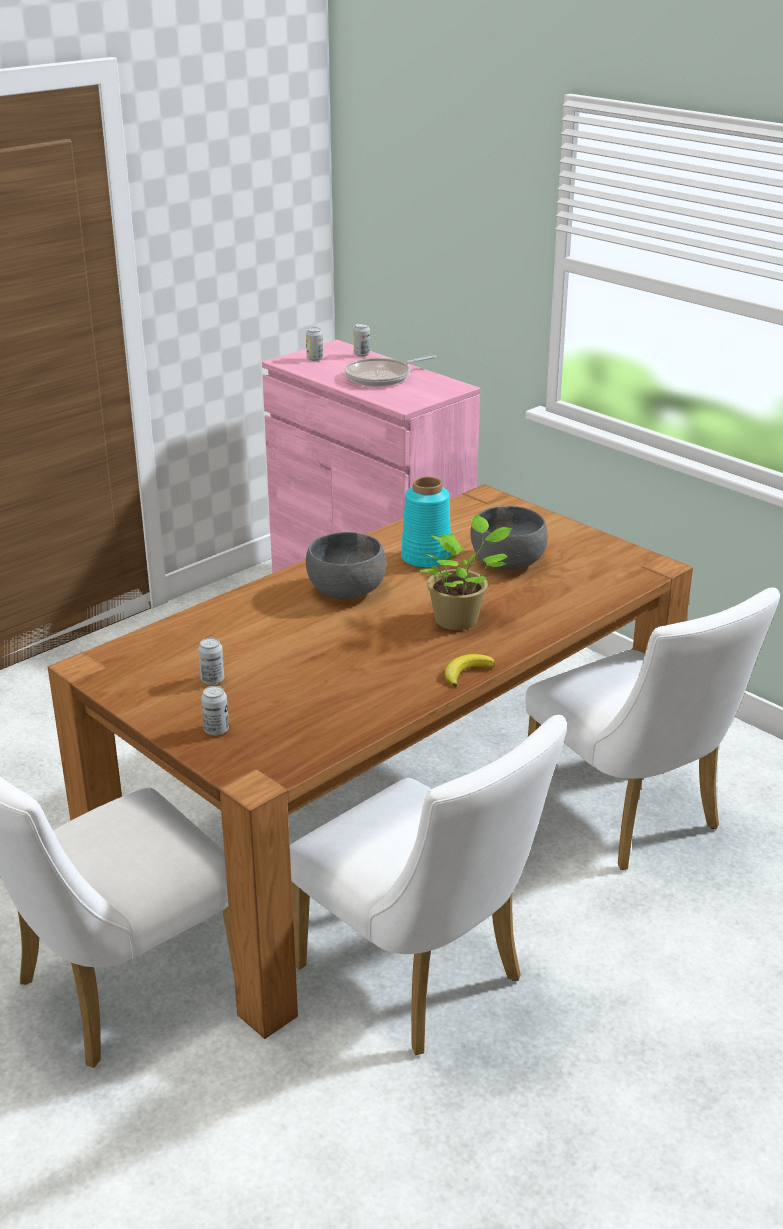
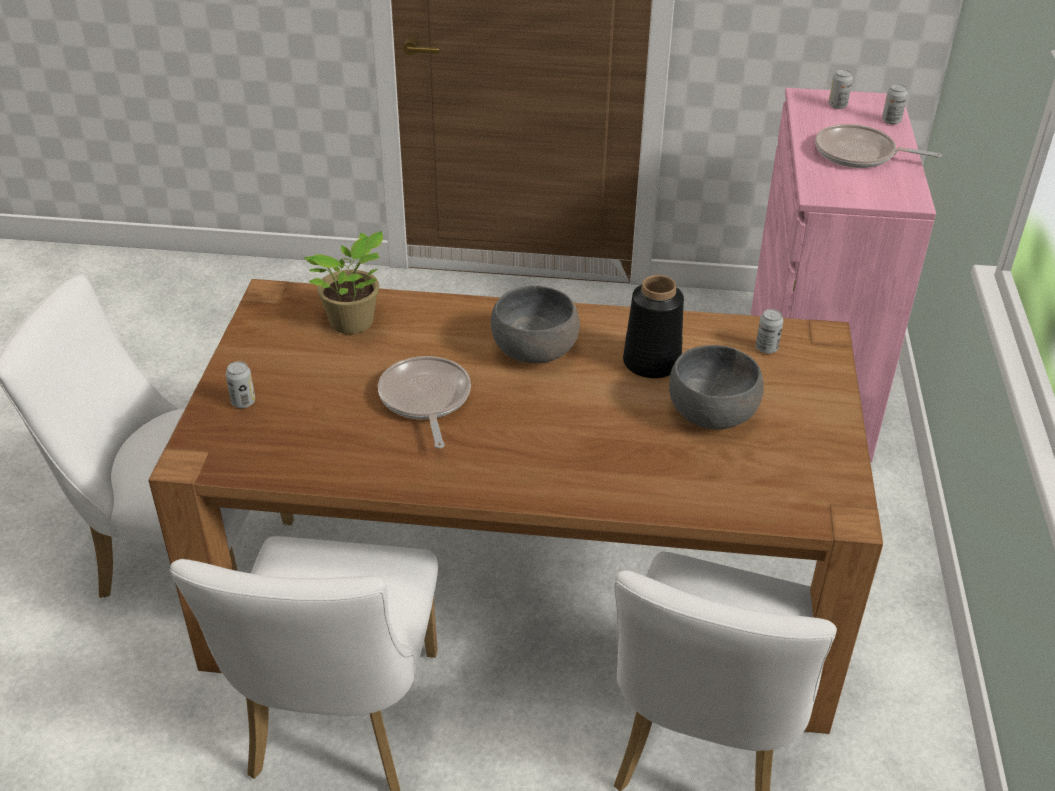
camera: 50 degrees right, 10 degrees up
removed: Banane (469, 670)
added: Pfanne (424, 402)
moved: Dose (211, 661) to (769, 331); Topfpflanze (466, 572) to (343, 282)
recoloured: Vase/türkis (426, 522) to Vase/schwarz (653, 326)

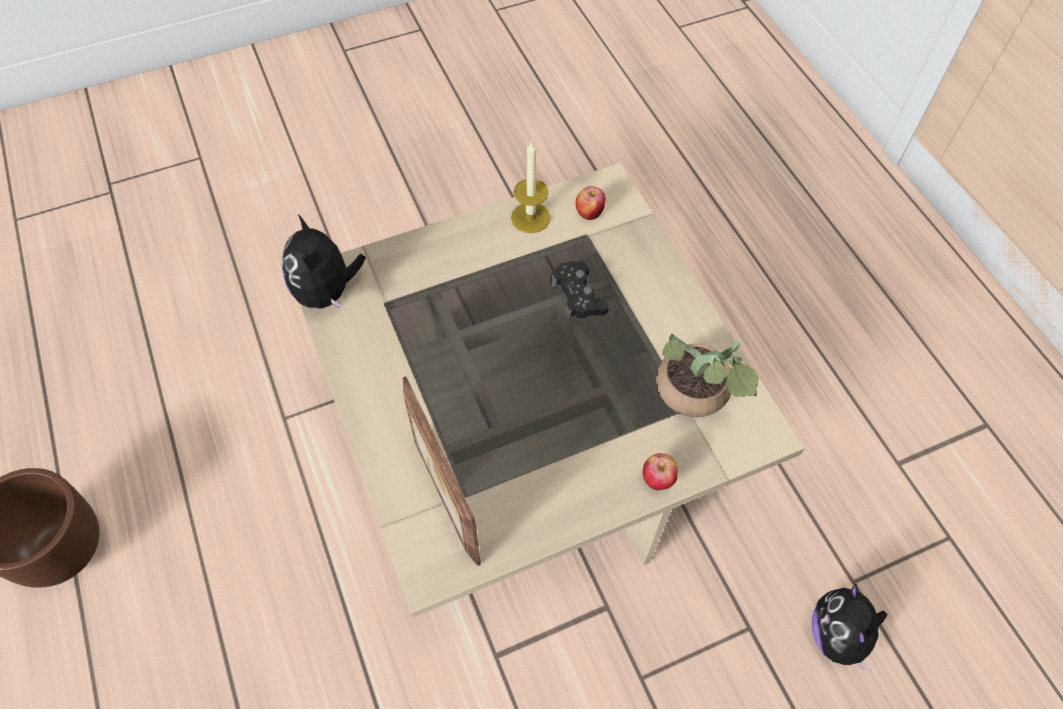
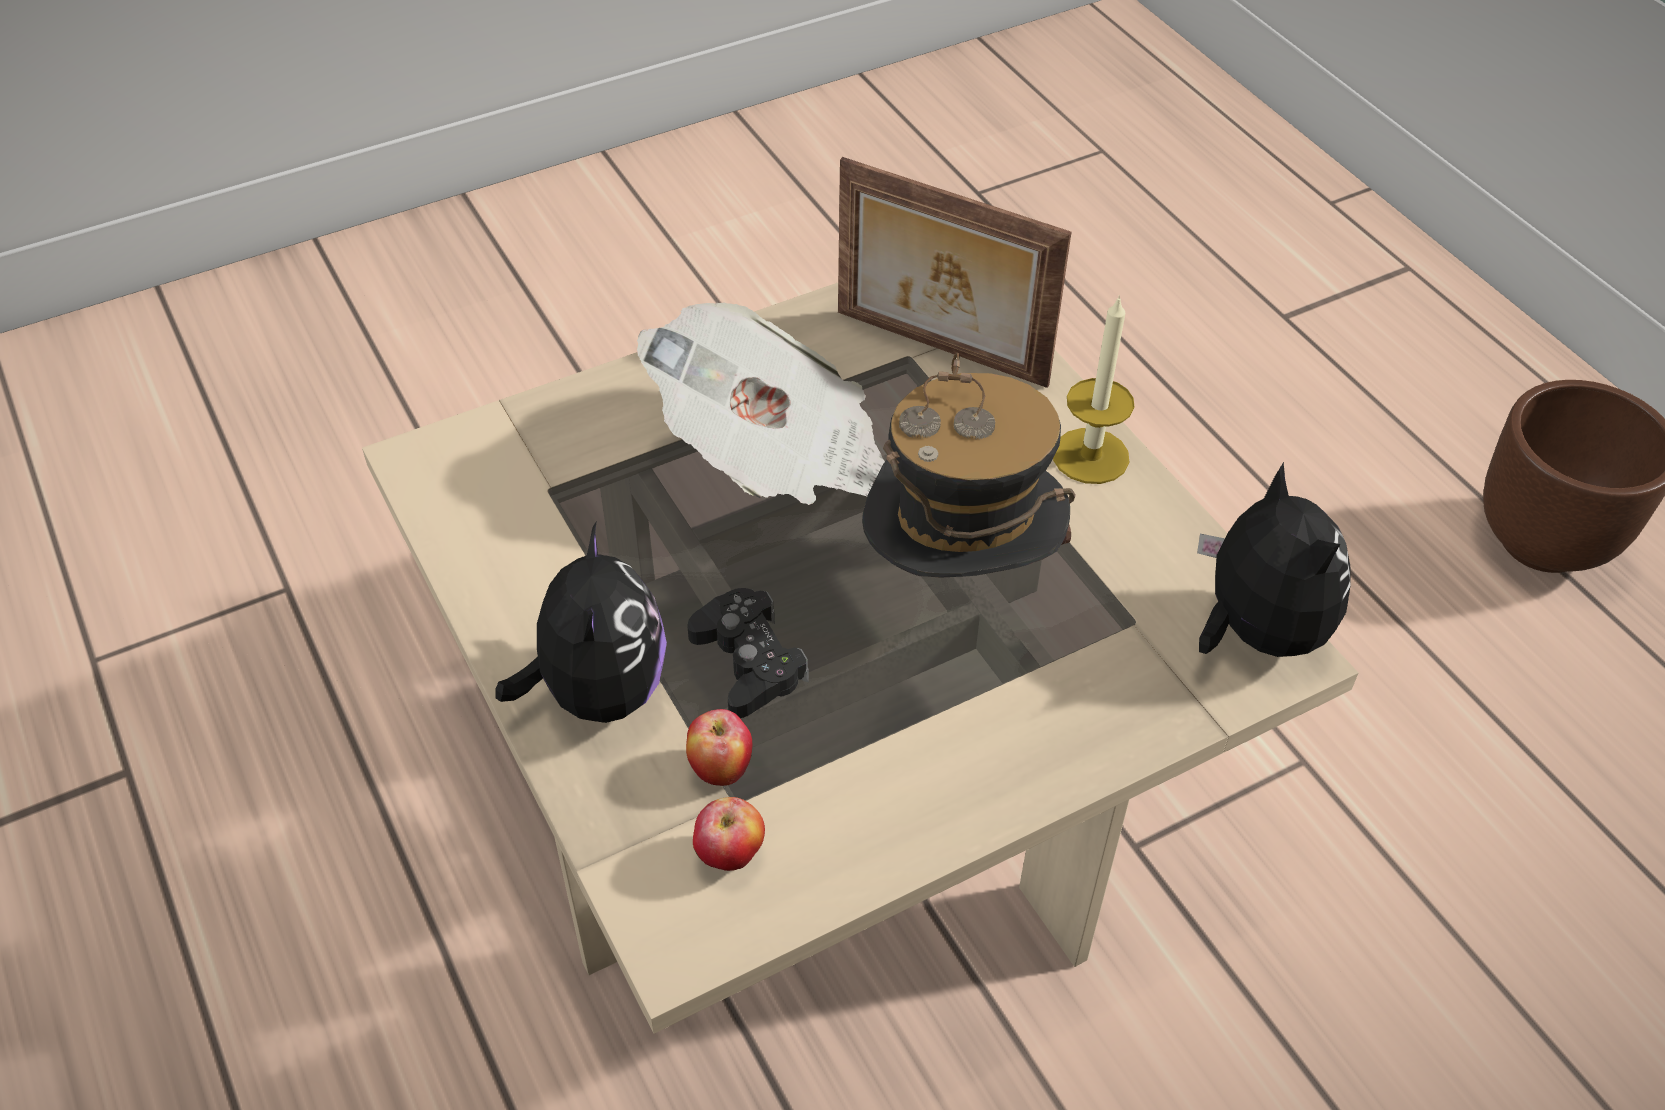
camera: 175 degrees right, 10 degrees down
removed: Topfpflanze (707, 375)
added: Zeitung (761, 403); Hut (969, 465)
moved: Kerze (530, 187) to (1093, 389); Apfel (660, 472) to (719, 747); Plüschtier (850, 628) to (581, 622)
turned: Bilderrahmen (442, 471) = (954, 272) 150 degrees clockwise

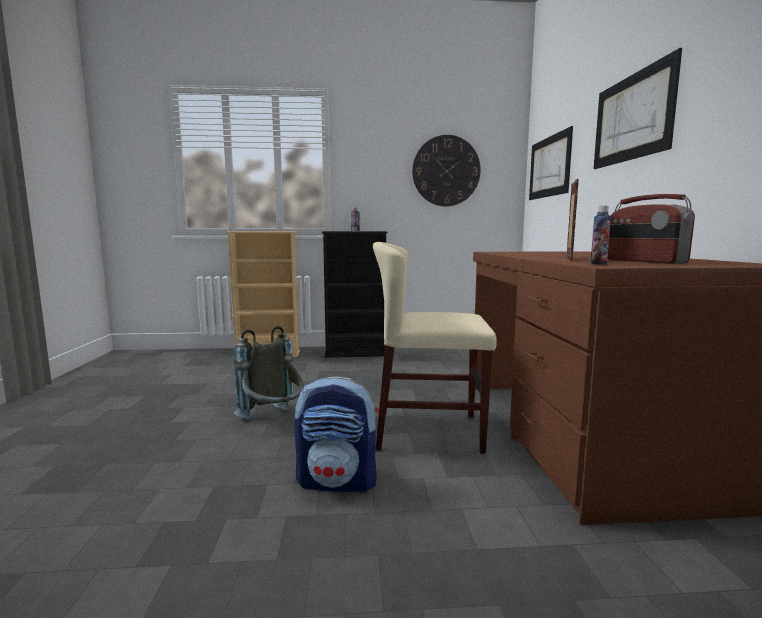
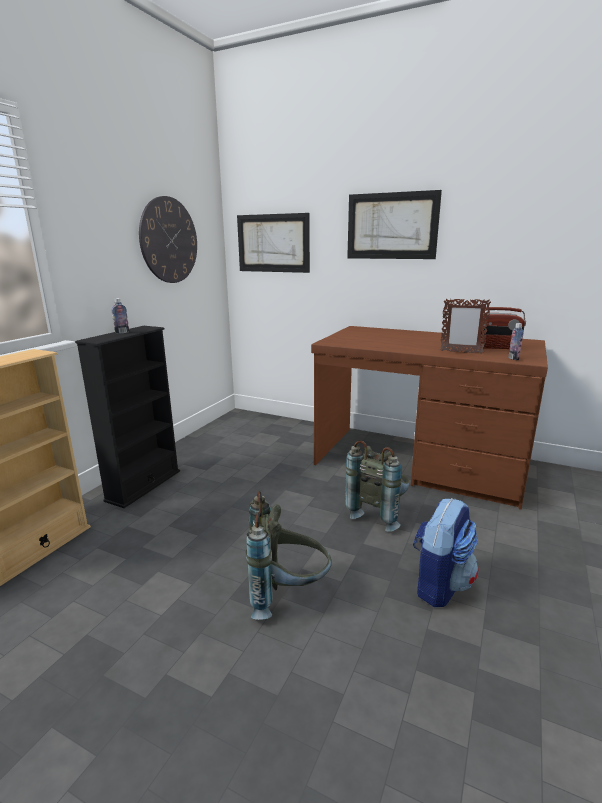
camera: 60 degrees left, 10 degrees up
replaced: Stuhl/beige (435, 348) to Rucksack/grau (377, 486)
turned: Bilderrahmen (572, 219) = (465, 326) 150 degrees clockwise

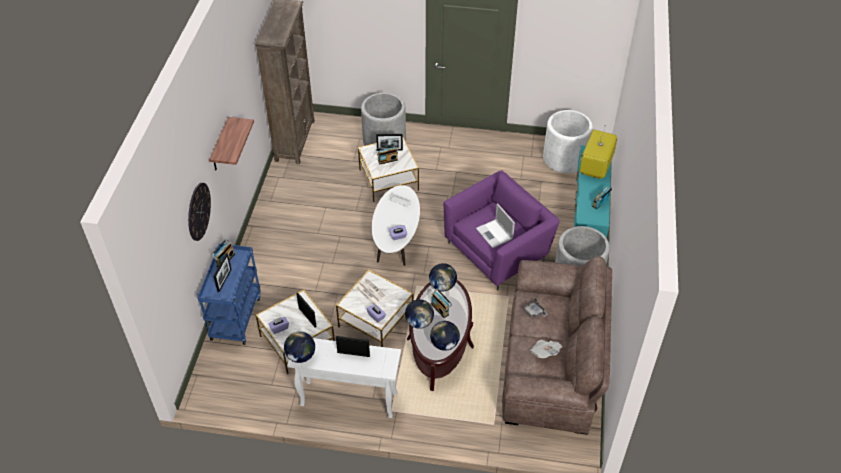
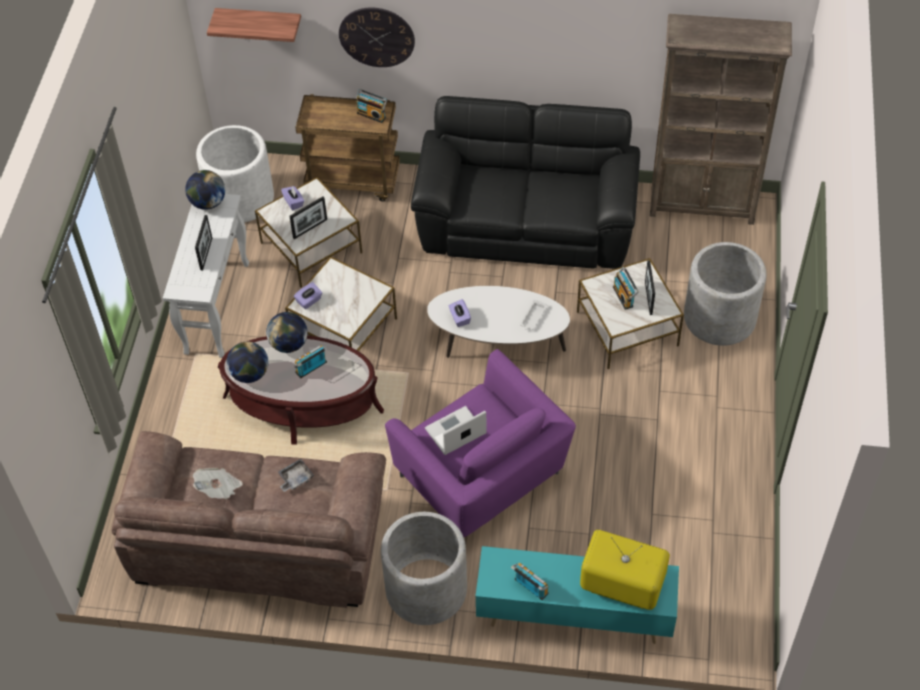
camera: 90 degrees right, 5 degrees up
removed: Bilderrahmen (222, 272); Zeitung (371, 292); Globus (443, 277)
added: Sofa/schwarz (525, 182)
moved: Wandregal (231, 143) to (254, 25); Pflanzkübel/weiß (568, 141) to (235, 173)
recoloured: Rollwagen/blau (229, 294) to Rollwagen/braun (347, 148)

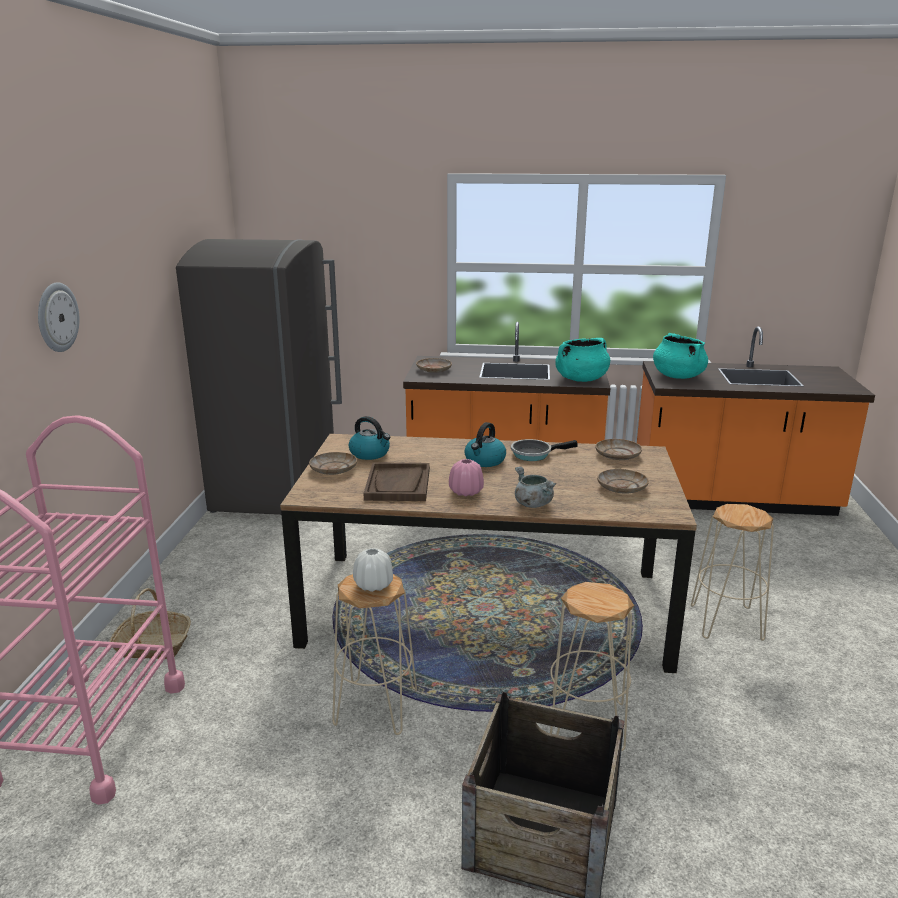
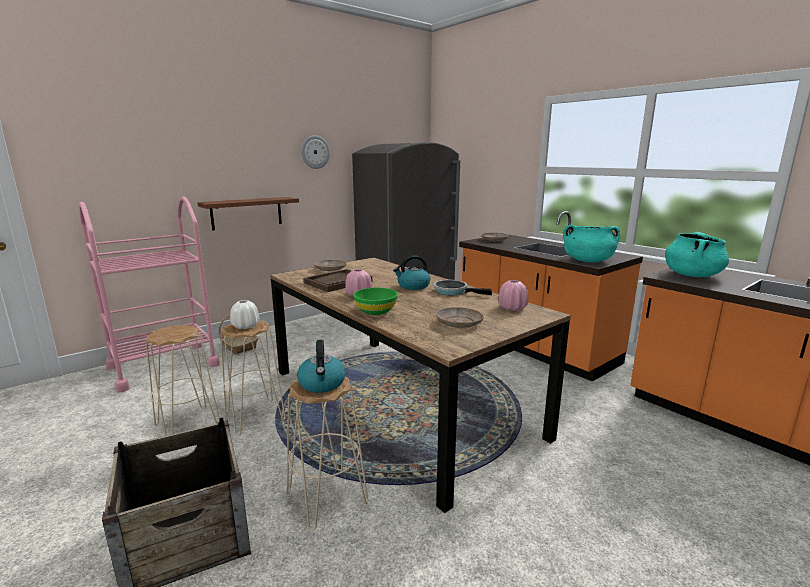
camera: 45 degrees right, 5 degrees down
added: Wandregal/braun (248, 214)
moved: Wanduhr (59, 317) to (315, 152); Wasserkessel (369, 438) to (321, 366); Hocker/beige (732, 572) to (183, 380)
replaced: Kochtopf/grau (535, 487) to Schüssel/grün (375, 301); Teller/beige (618, 449) to Vase/rosa (513, 295)

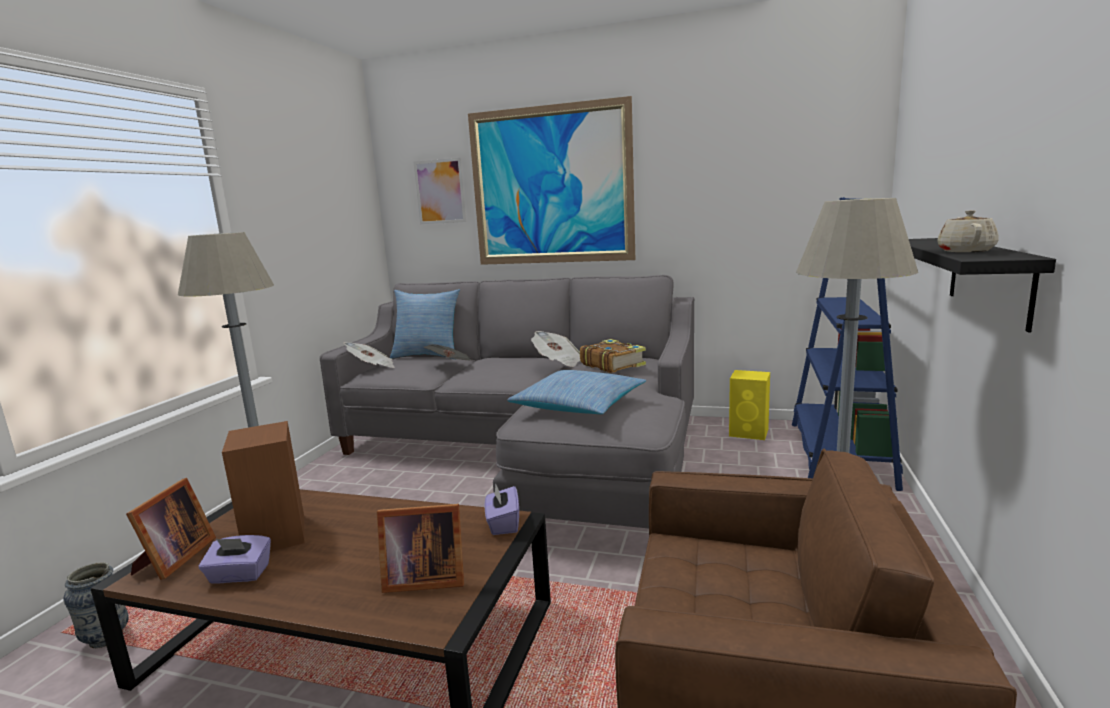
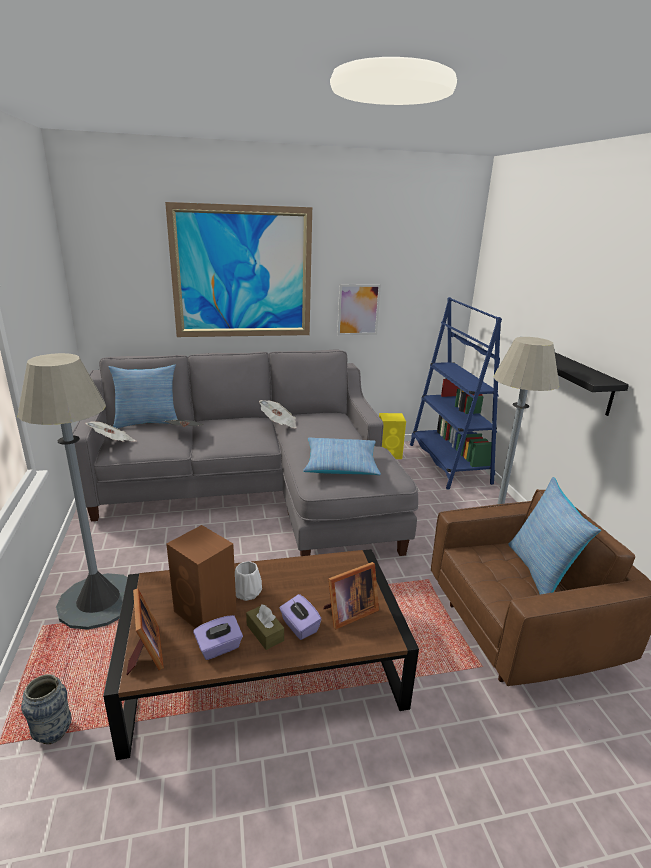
camera: 30 degrees left, 10 degrees up
removed: Buch (613, 356); Teekanne/beige (968, 231)
added: Vase/weiß (248, 581); Taschentuchbox/braun (265, 627); Kissen (554, 535)
moved: Bild (440, 191) to (359, 309); Taschentuchbox/lila (502, 509) to (300, 617)

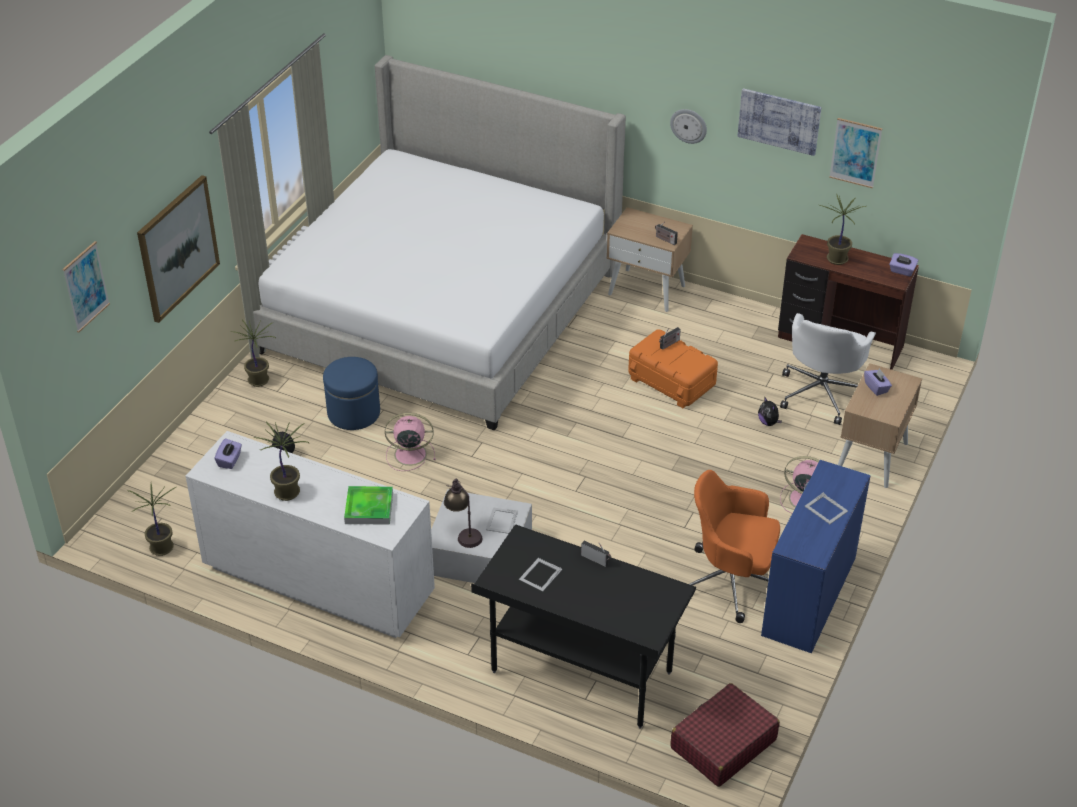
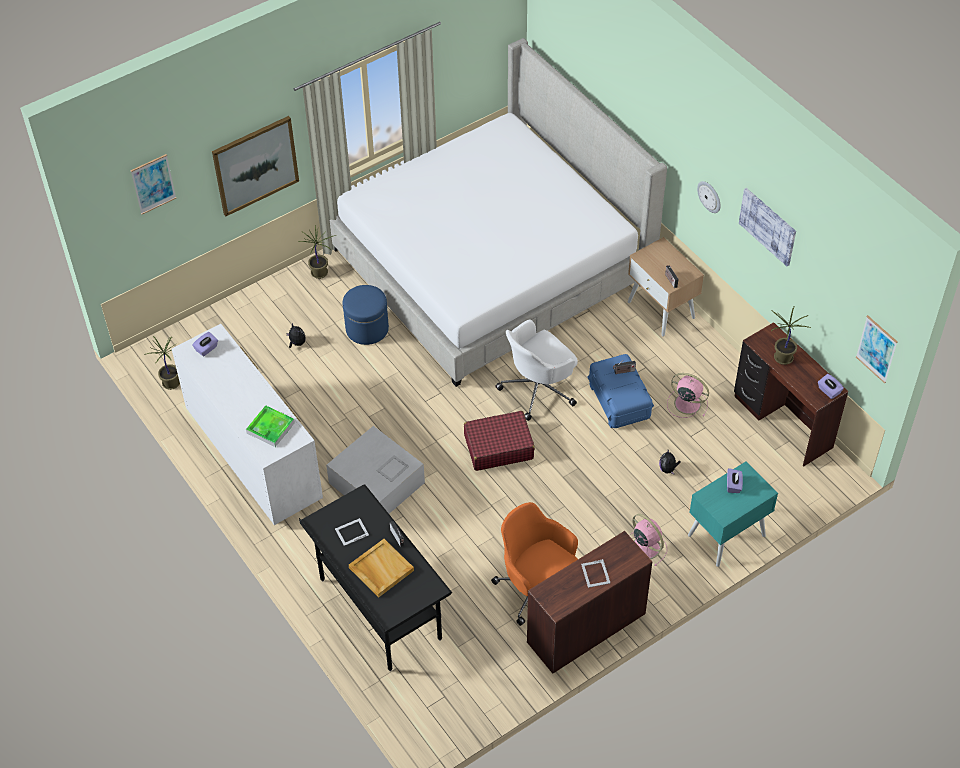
camera: 30 degrees right, 10 degrees up
removed: Topfpflanze (281, 461); Tischlampe (463, 513)
added: Tablett/beige (381, 568)
moved: Ventilator/rosa (410, 442) to (688, 395); Koffer/rot (725, 735) to (499, 441); Bürostuhl/weiß (828, 369) to (536, 370); Bild (856, 153) to (877, 349)
recoloured: Aufbewahrungsbox/orange (673, 368) to Aufbewahrungsbox/blau (621, 391); Schreibtisch/blau (816, 556) to Schreibtisch/braun (589, 602); Nachttisch/beige (880, 425) to Nachttisch/türkis (733, 514)

